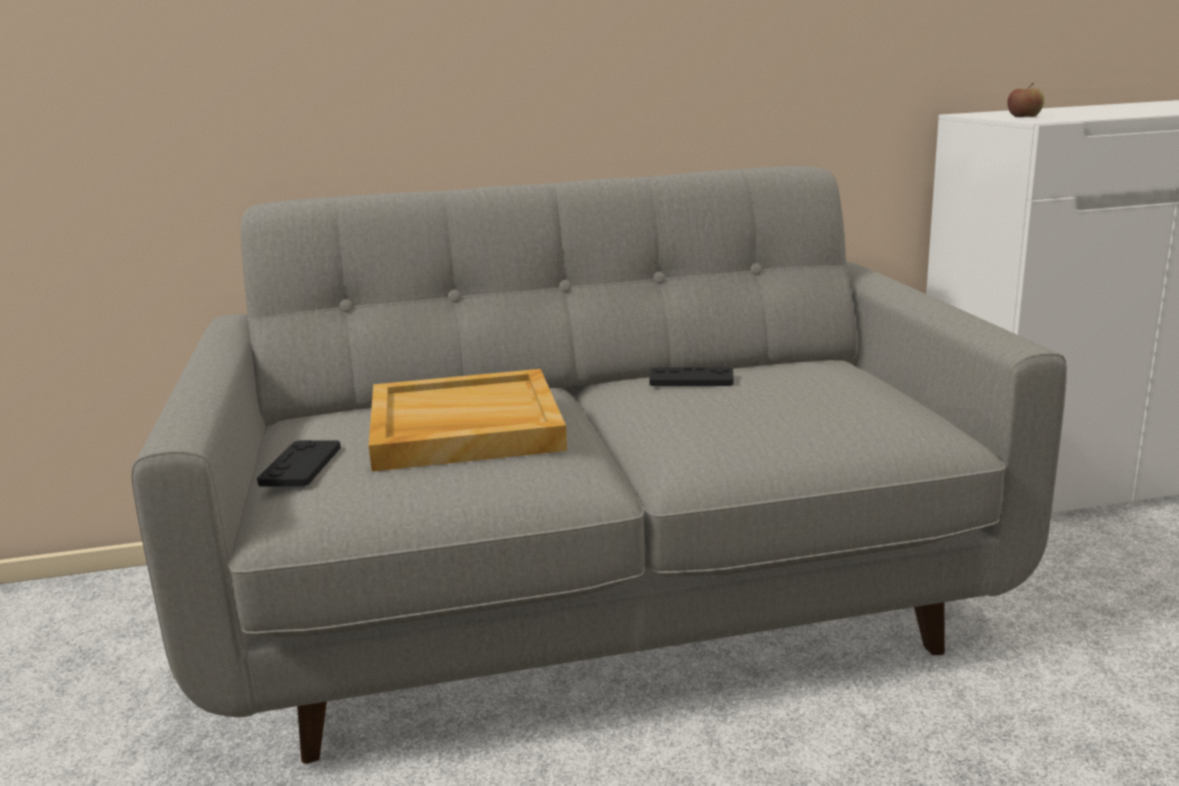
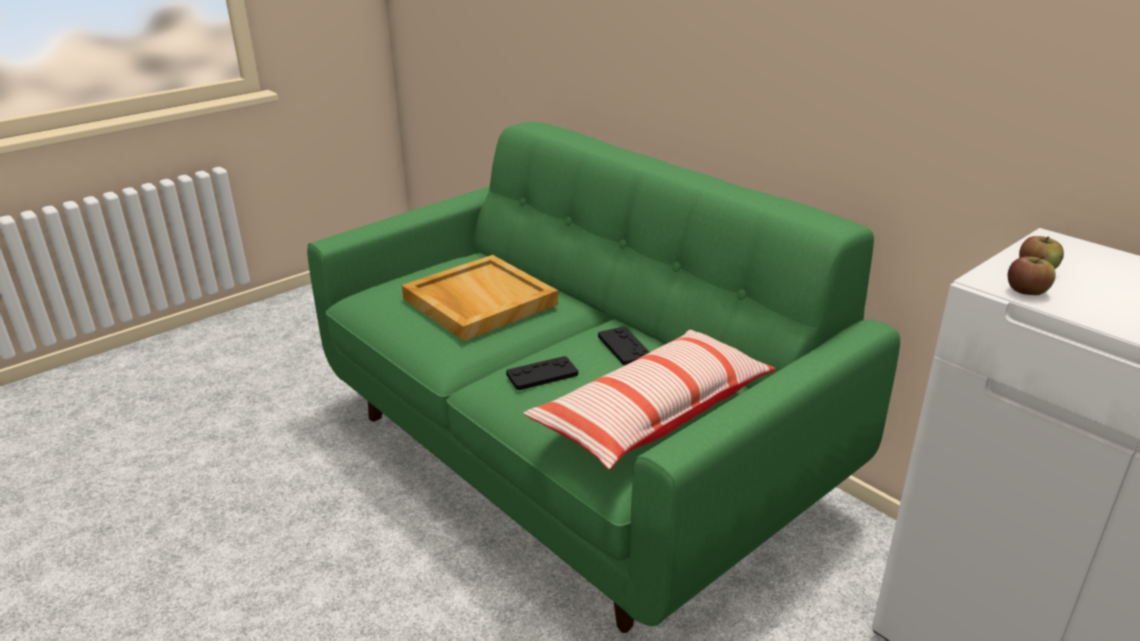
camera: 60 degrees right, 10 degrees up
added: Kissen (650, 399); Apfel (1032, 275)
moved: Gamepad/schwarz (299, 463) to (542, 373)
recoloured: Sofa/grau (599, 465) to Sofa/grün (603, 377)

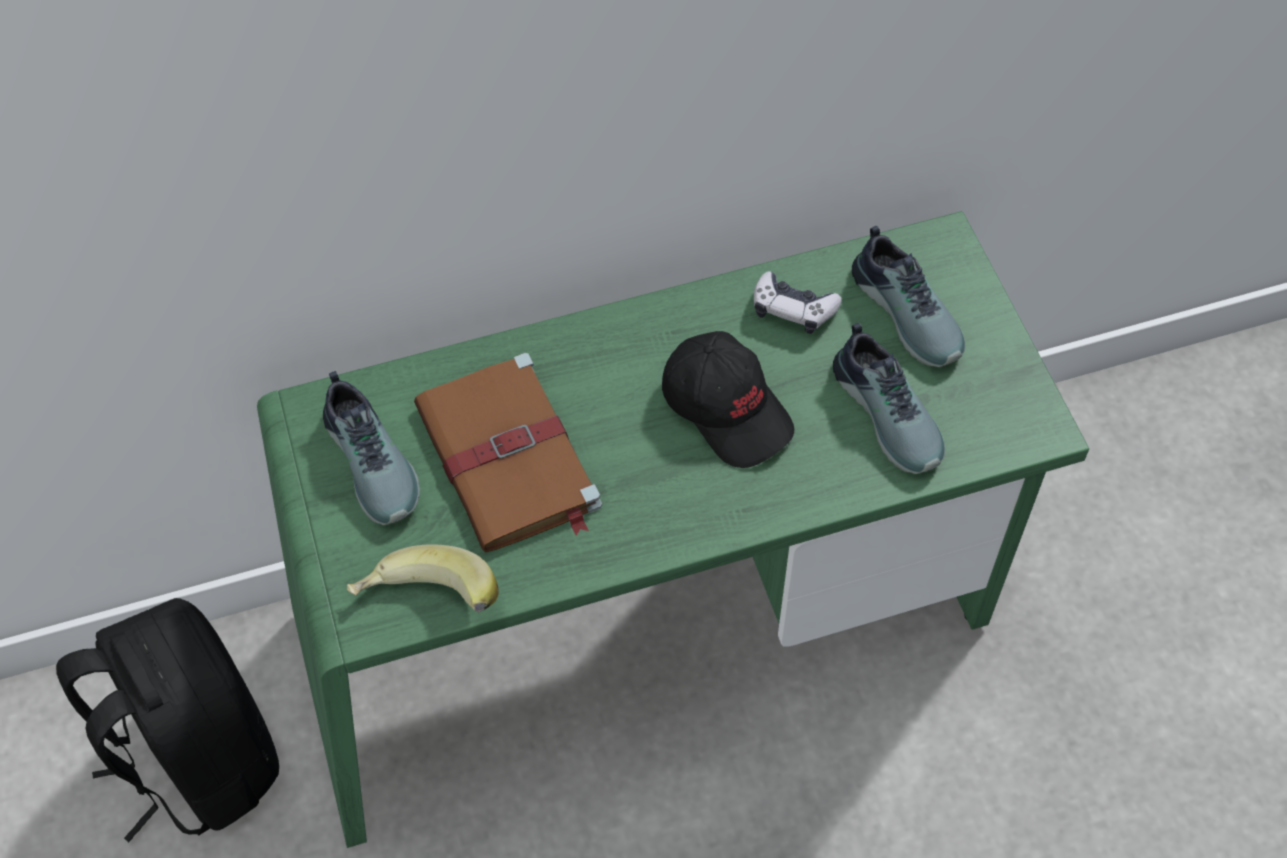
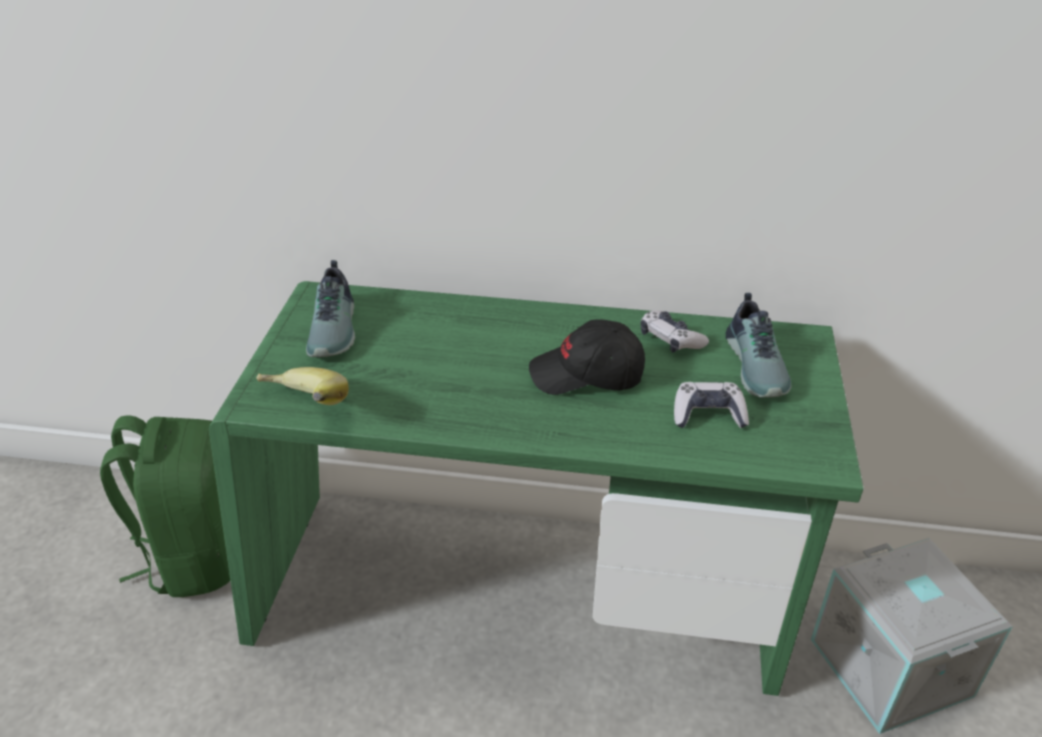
camera: 25 degrees right, 20 degrees down
removed: Buch/braun (508, 452)
added: Aufbewahrungsbox/grau (912, 636)
replaced: Schuh (889, 398) to Gamepad (711, 405)
recoloured: Rucksack/schwarz (167, 720) to Rucksack/grün (165, 506)
turned: Kappe/schwarz (728, 399) = (587, 357) 105 degrees clockwise

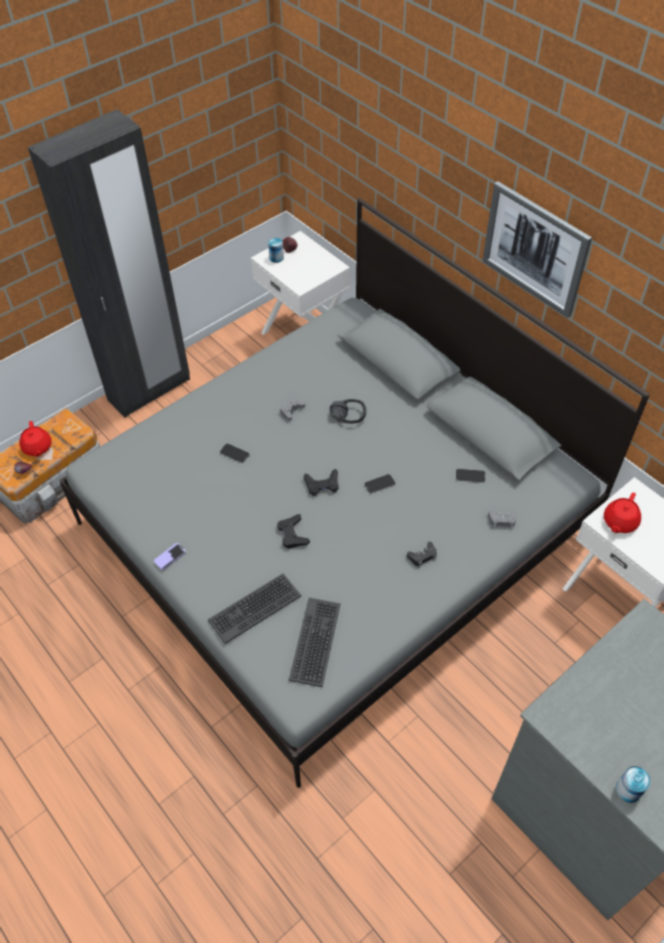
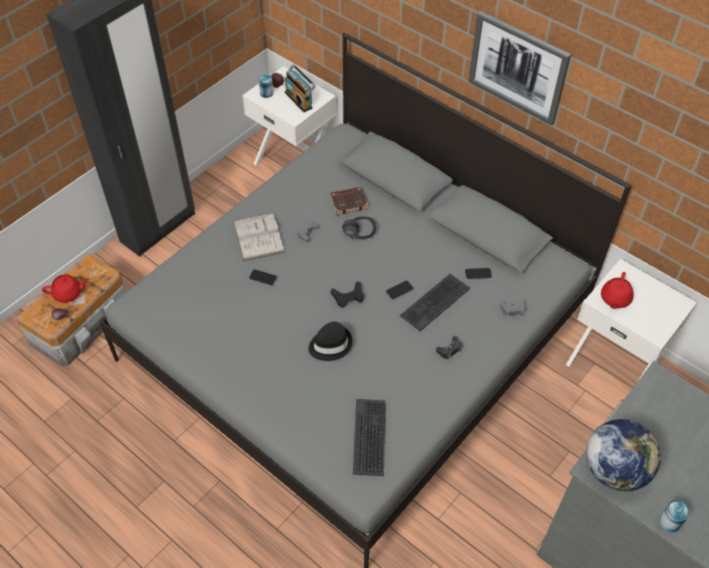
camera: 10 degrees left, 0 degrees up
removed: Handy (170, 556)
added: Buch/weiß (259, 237); Radio (300, 88); Buch/braun (349, 201); Globus (623, 455)
moved: Tastatur (254, 609) to (435, 302)
replaced: Gamepad/schwarz (293, 531) to Hut/schwarz (330, 341)
turned: Teekanne/rot (35, 439) = (65, 288) 75 degrees counterclockwise

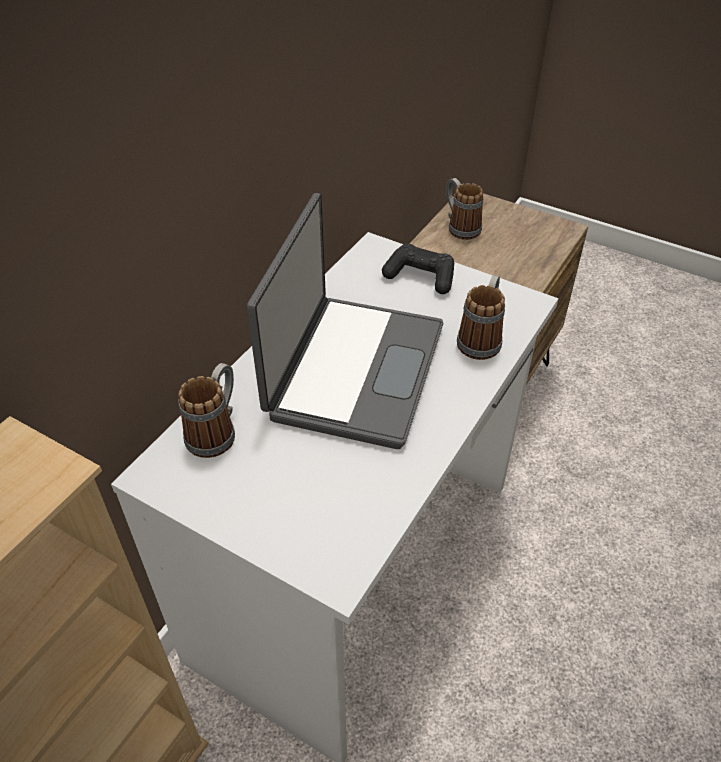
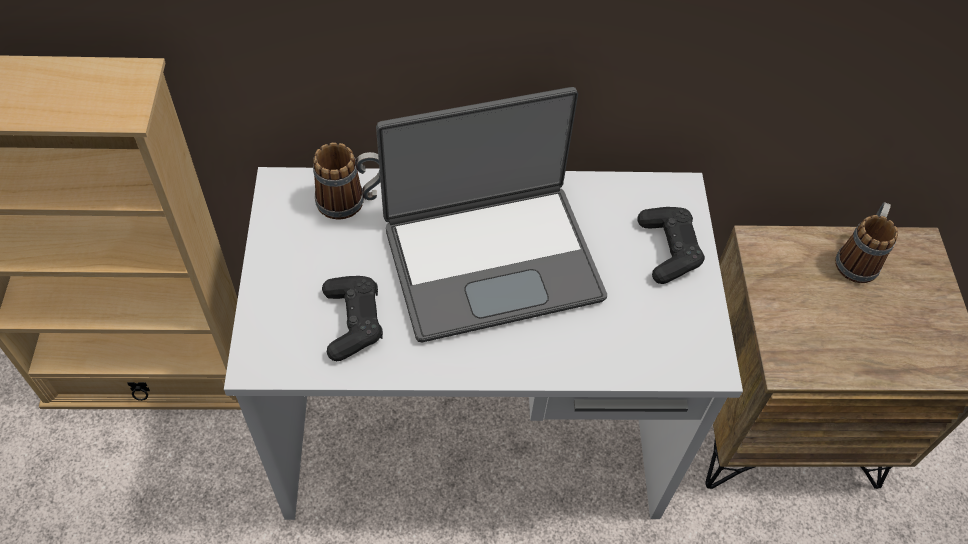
camera: 55 degrees right, 10 degrees up
removed: Henkelbecher (481, 317)
added: Gamepad/schwarz (352, 318)

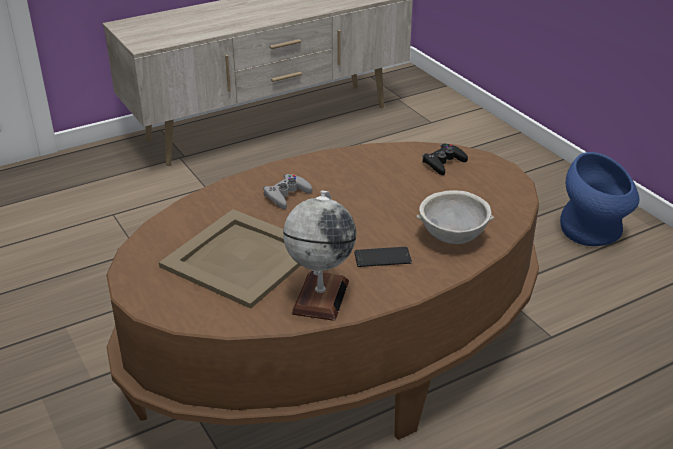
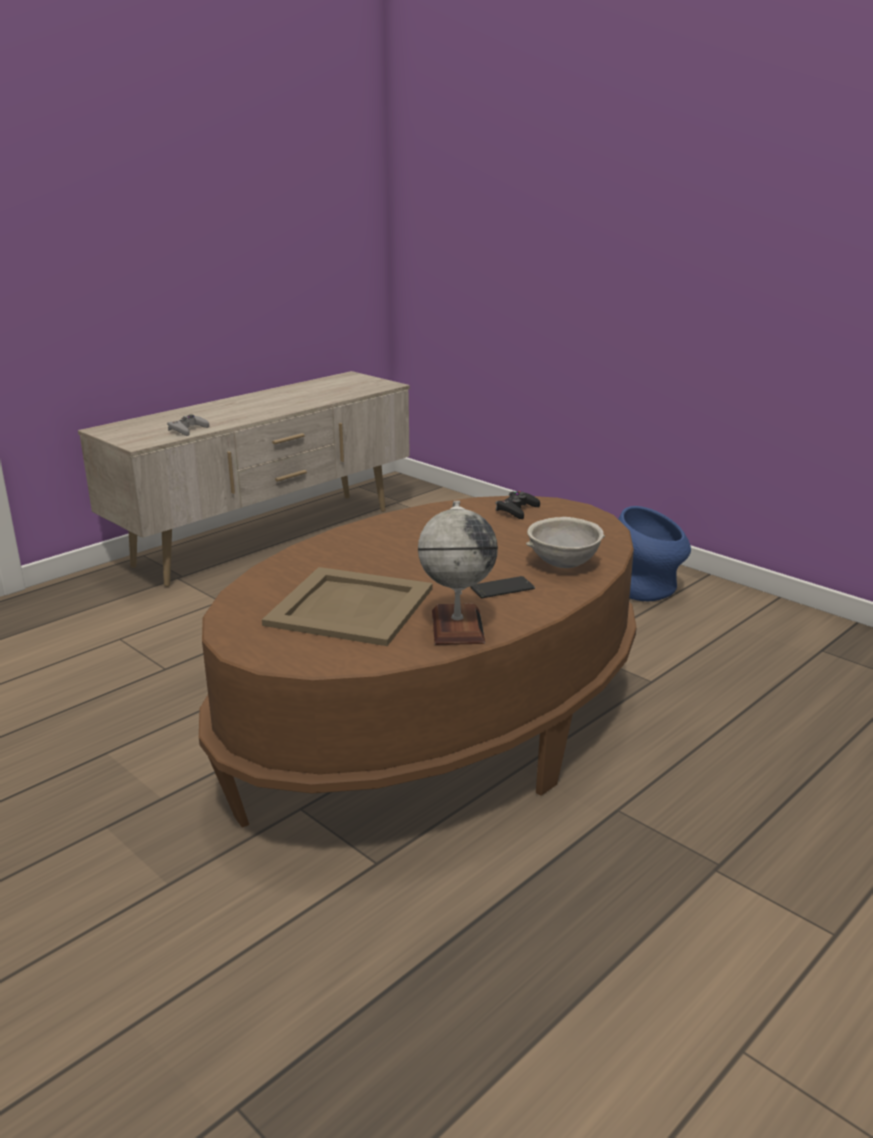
camera: 15 degrees left, 10 degrees down
moved: Gamepad/grau (287, 191) to (188, 425)

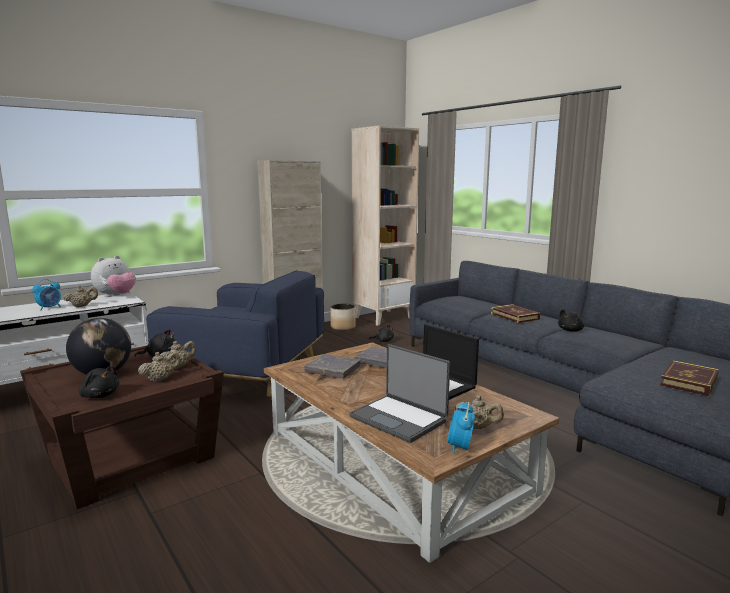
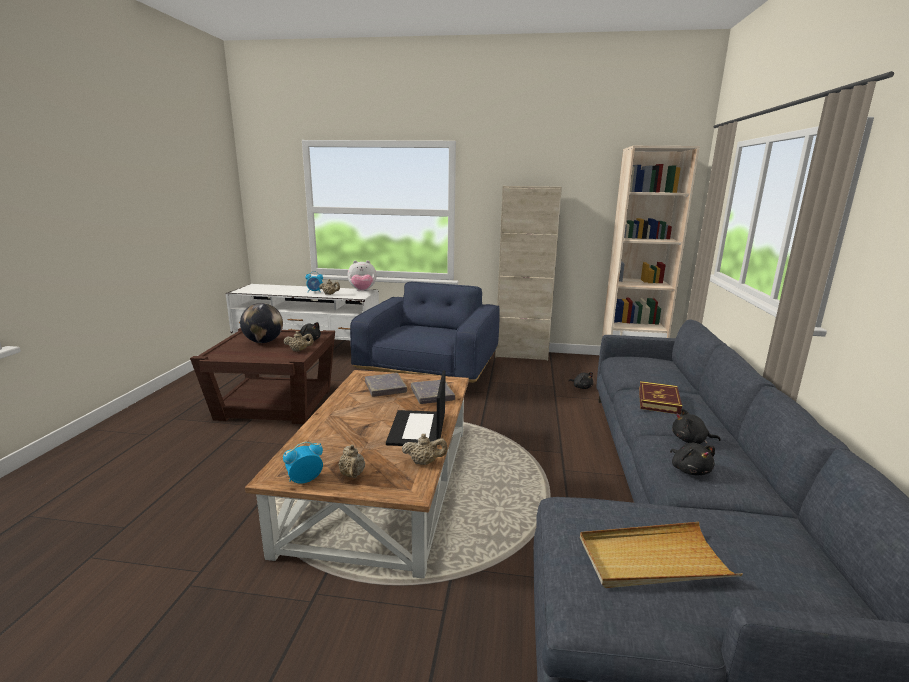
camera: 45 degrees right, 5 degrees up
removed: Pflanzkübel (343, 317); Laptop (399, 393)
moved: Plüschtier/schwarz (99, 381) to (692, 459); Teekanne/beige (159, 367) to (425, 449)
replaced: Buch (689, 378) to Tablett/beige (661, 555)
turned: Sessel/blau (235, 333) = (425, 332) 135 degrees counterclockwise

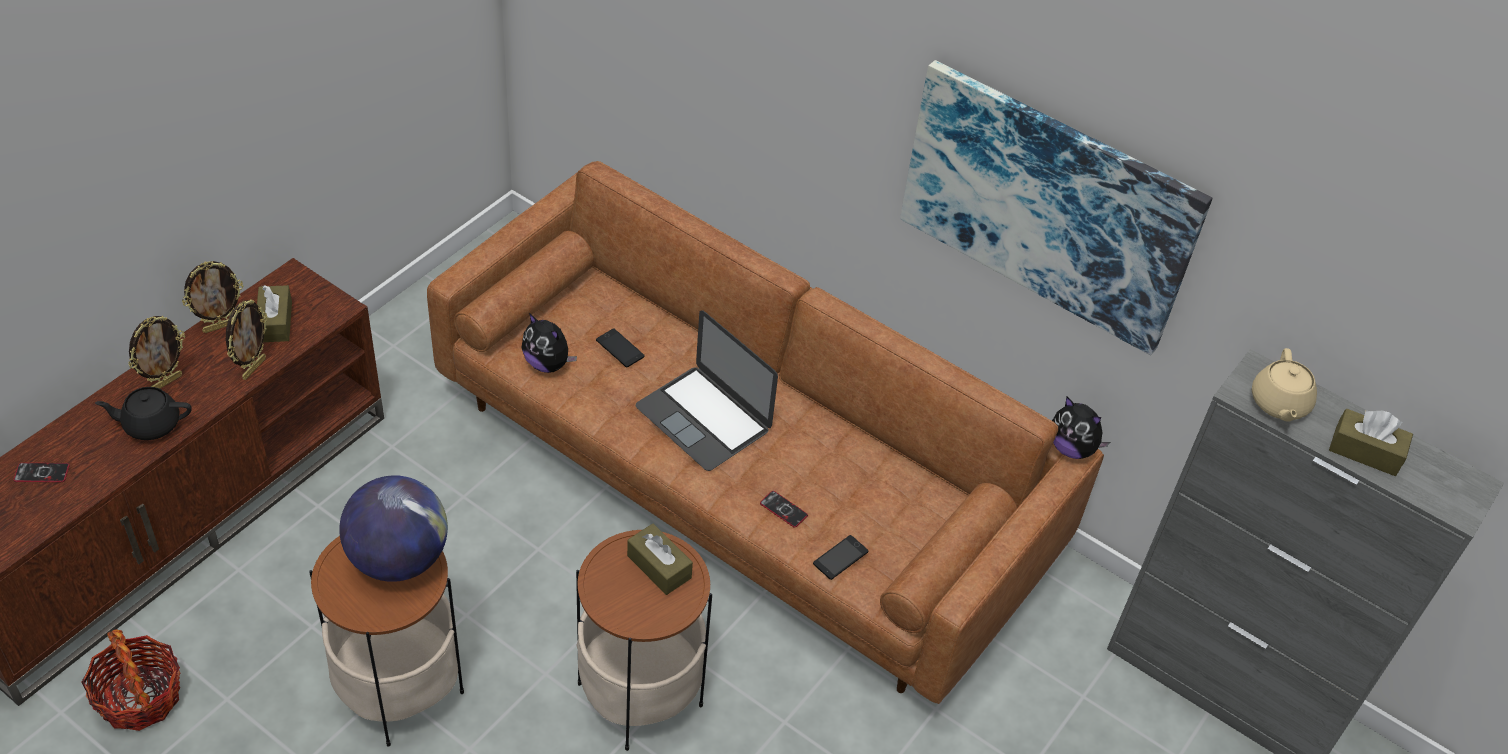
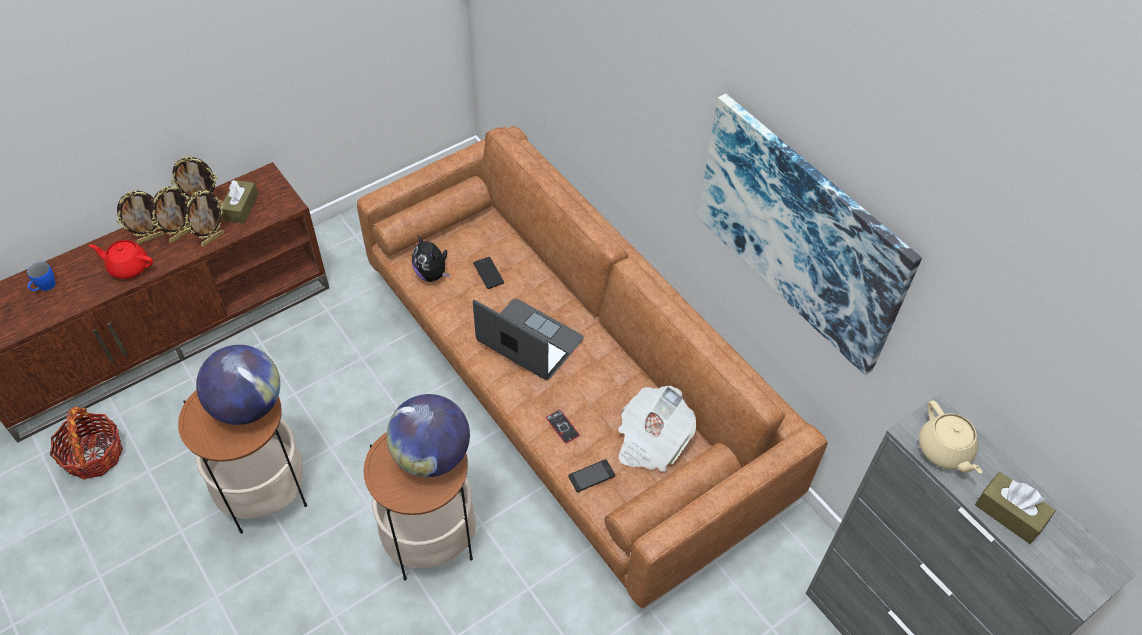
camera: 20 degrees right, 5 degrees up
removed: Plüschtier (1081, 428)
added: Bilderrahmen (170, 214); Zeitung (657, 429)
replaced: Handy (42, 472) to Henkelbecher/blau (41, 276); Taschentuchbox/braun (660, 559) to Globus (428, 435)
recoloured: Teekanne/schwarz (143, 413) to Teekanne/rot (121, 259)
turned: Laptop (707, 390) = (528, 339) 150 degrees clockwise; Teekanne/beige (1284, 384) = (950, 436) 45 degrees counterclockwise

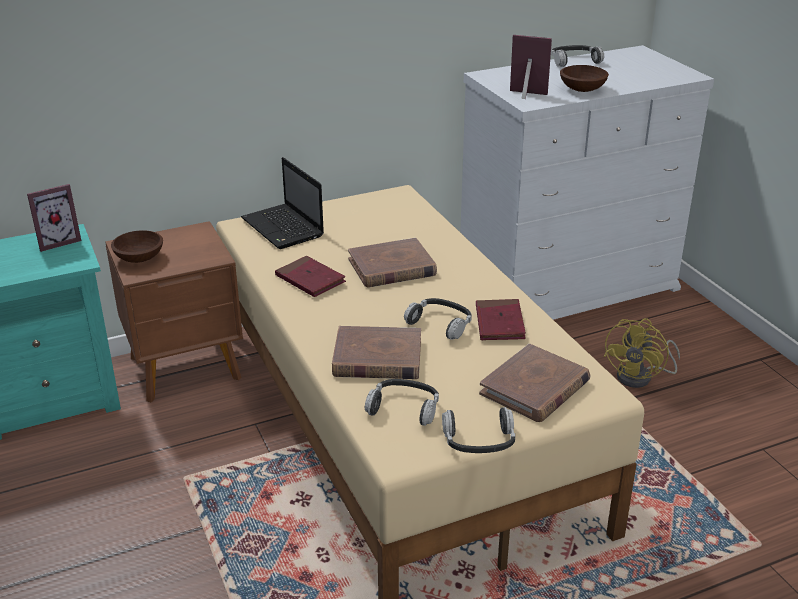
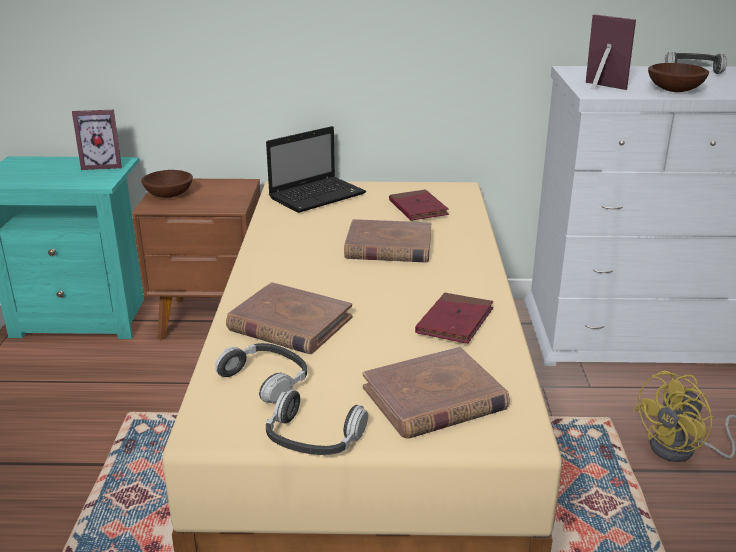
camera: 25 degrees right, 5 degrees down
removed: Kopfhörer (438, 319)
moved: Buch/rot (310, 276) to (419, 205)
turned: Laptop (282, 203) = (316, 169) 120 degrees counterclockwise

